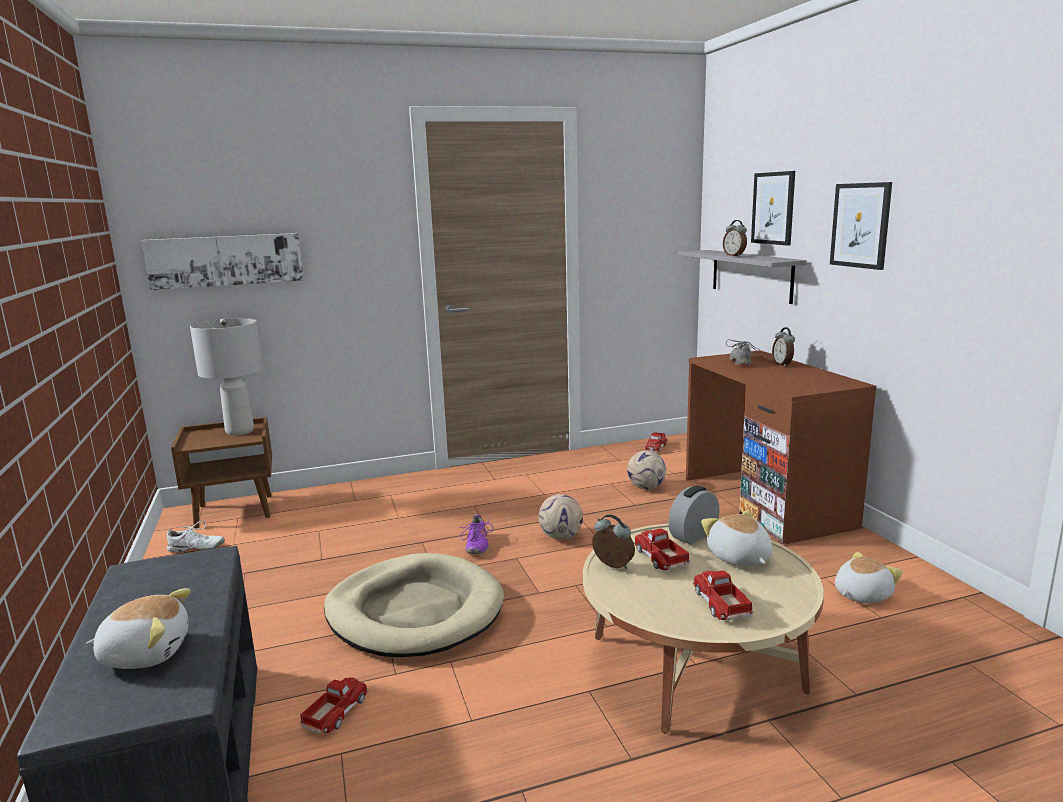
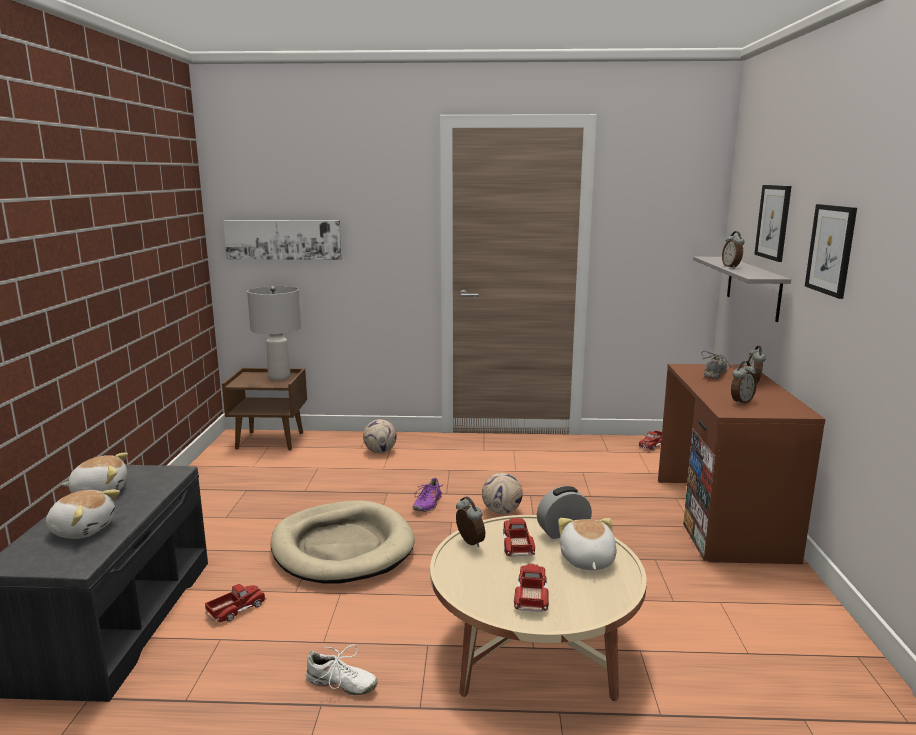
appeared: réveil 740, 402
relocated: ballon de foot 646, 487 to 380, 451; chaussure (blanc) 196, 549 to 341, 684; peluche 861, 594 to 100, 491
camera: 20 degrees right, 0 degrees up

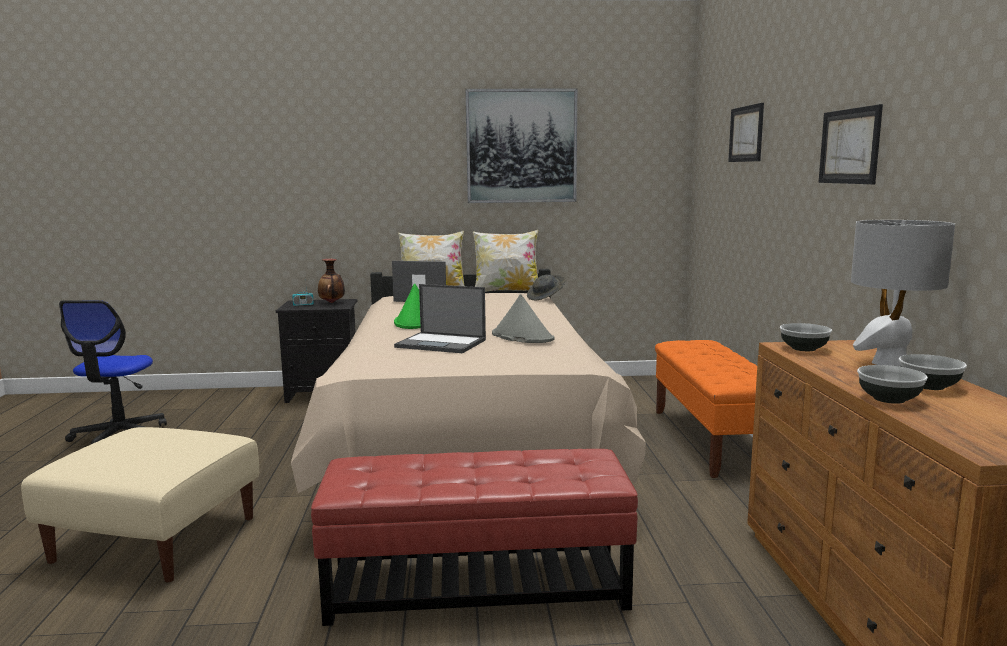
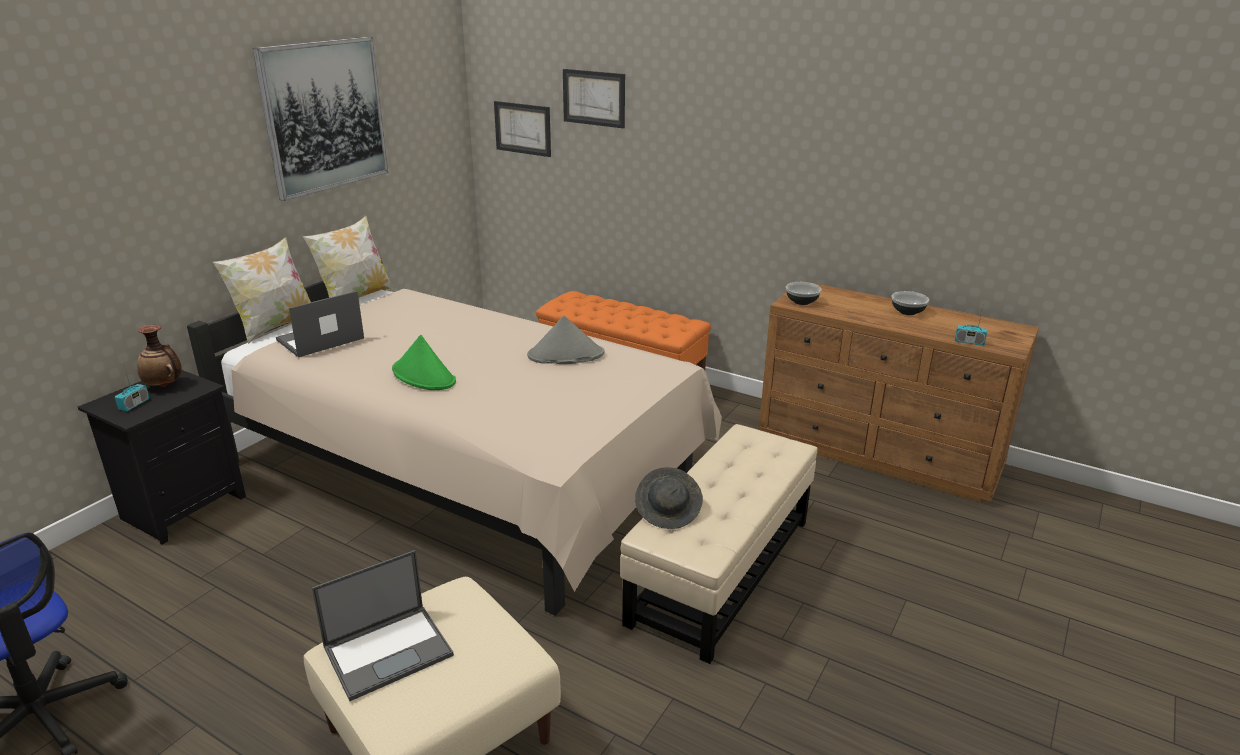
missing: lampe de table (gris) 889, 363; bol 888, 399
appeared: radio 969, 342
relocated: tableau 850, 146 to 523, 128; chapeau (gris) 546, 298 to 668, 511; ordinateur portable 442, 343 to 389, 650
colour: pouf (rouge) 477, 585 to pouf (beige) 720, 570
camera: 55 degrees left, 15 degrees up

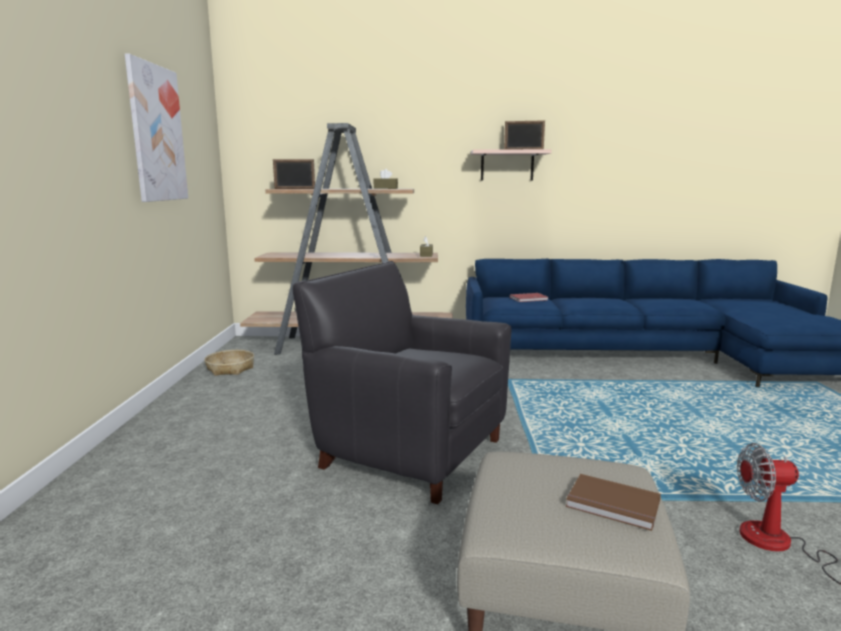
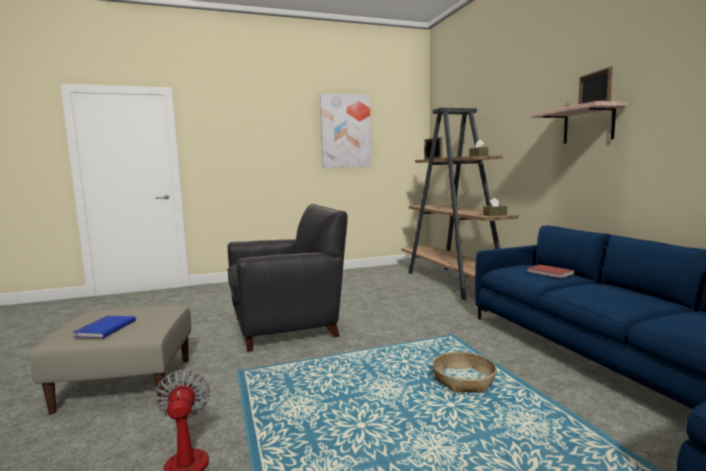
relocated: panier 230, 369 to 463, 380
colour: livre (marron) 613, 505 to livre (bleu) 104, 328
spun: fauteuil (noir) 409, 451 = 287, 326 60 degrees clockwise
camera: 70 degrees right, 5 degrees down

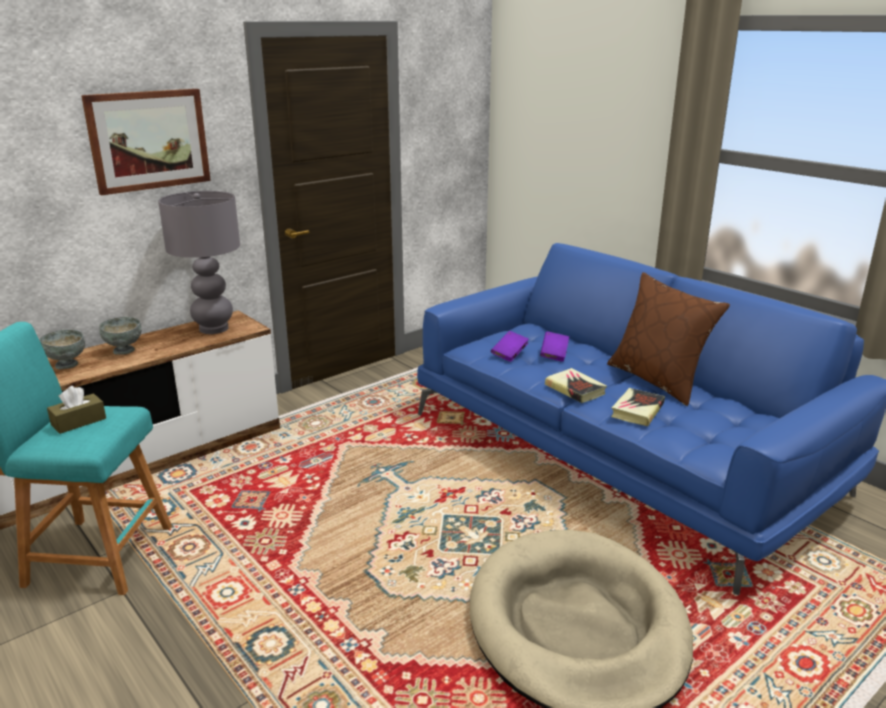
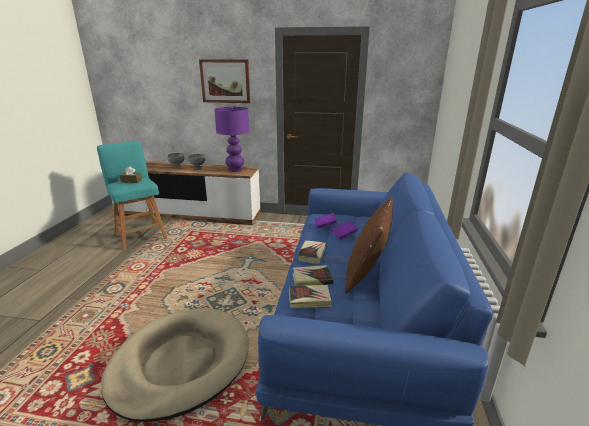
appeared: livre 309, 299
colour: lampe de table (gris) 214, 328 to lampe de table (violet) 235, 170
camera: 50 degrees right, 0 degrees up

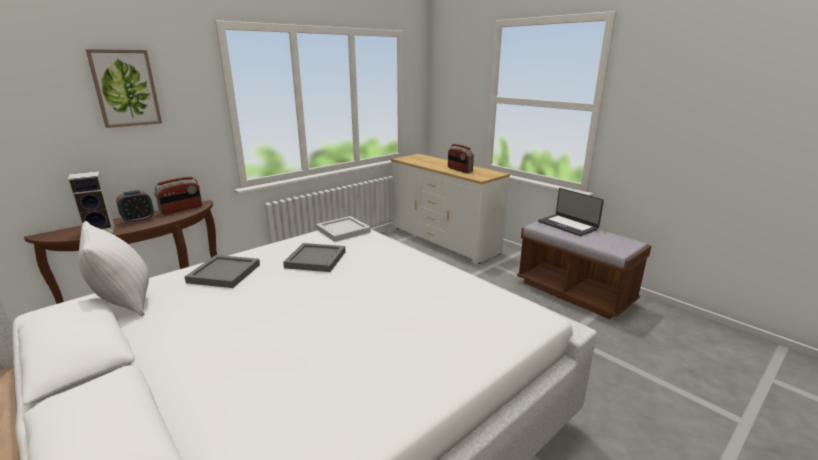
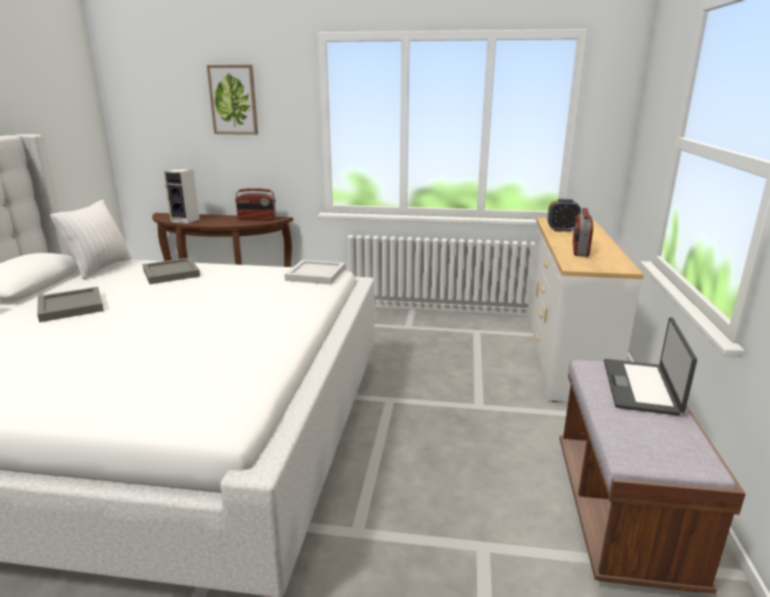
relocated: réveil 138, 220 to 562, 230; plateau (gris) 315, 259 to 72, 306
camera: 50 degrees right, 0 degrees up

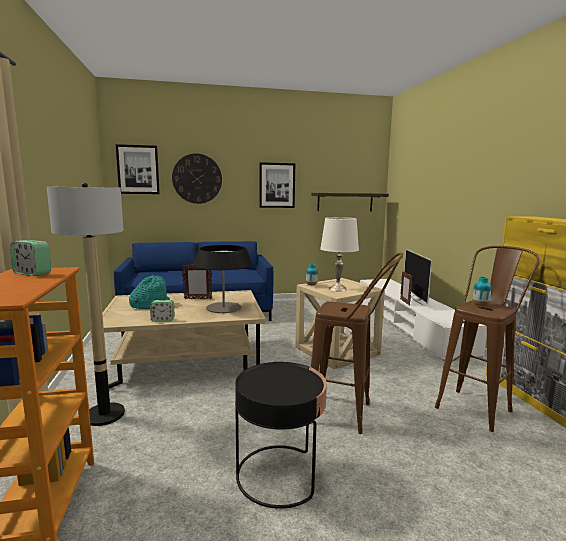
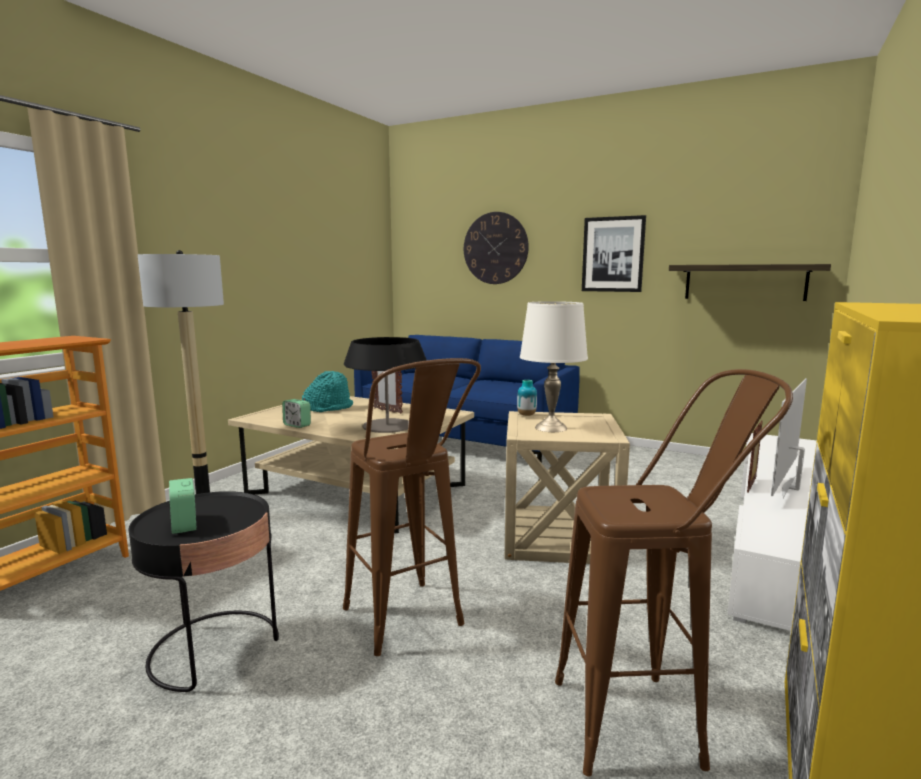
missing: tableau 138, 169; vase 480, 305
relocated: réveil 32, 273 to 184, 525
camera: 40 degrees right, 0 degrees up

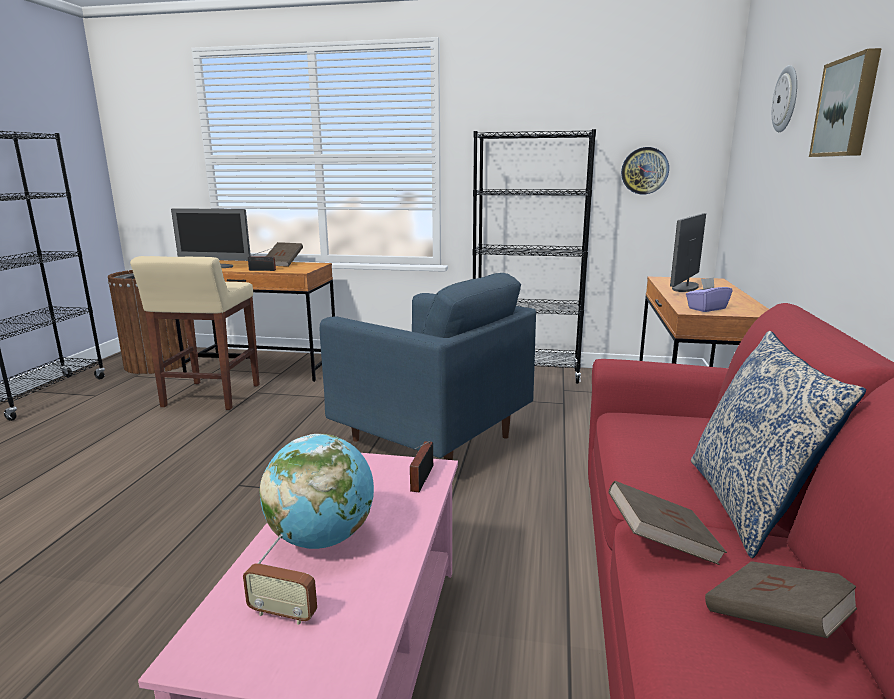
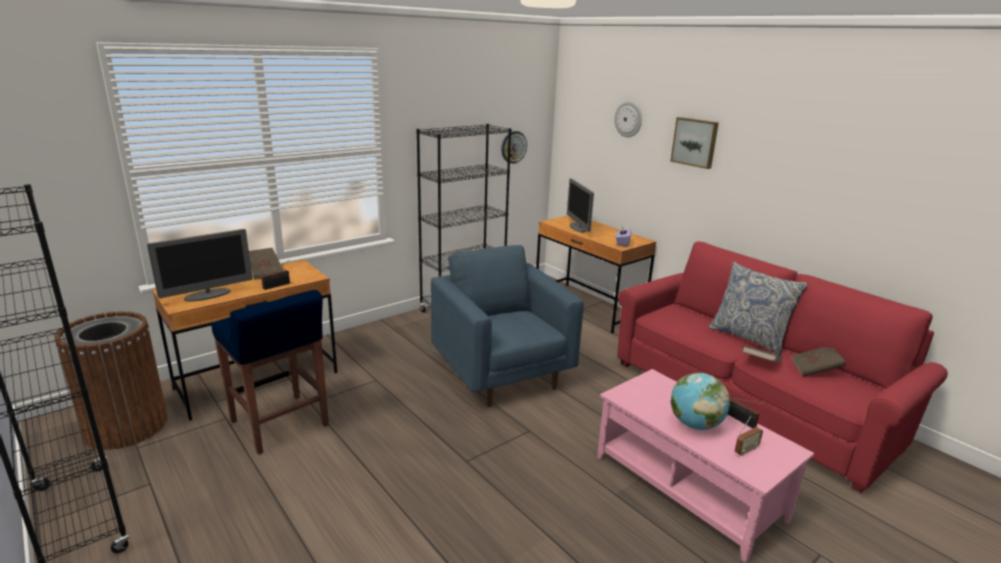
relocated: radio 420, 480 to 741, 420
colour: tabouret (beige) 211, 396 to tabouret (bleu) 280, 424
spun: fauteuil (bleu) 430, 439 = 502, 375 105 degrees counterclockwise
camera: 50 degrees left, 5 degrees up

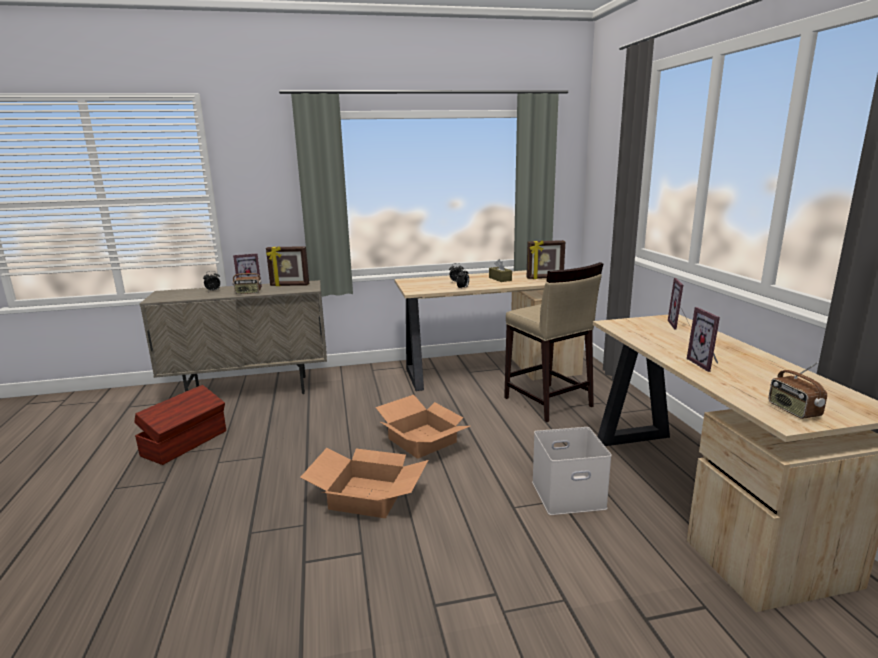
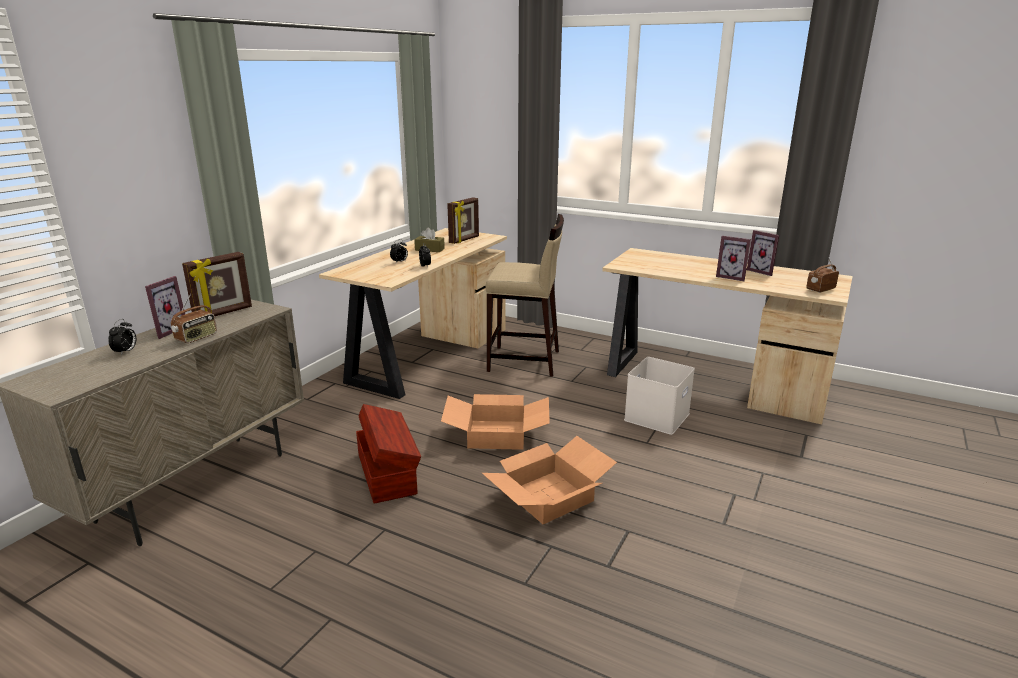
relocated: cadre photo 680, 325 to 762, 271; boîte de rangement (marron) 186, 443 to 388, 472
spun: radio 793, 410 = 820, 289 120 degrees clockwise
camera: 50 degrees left, 5 degrees up

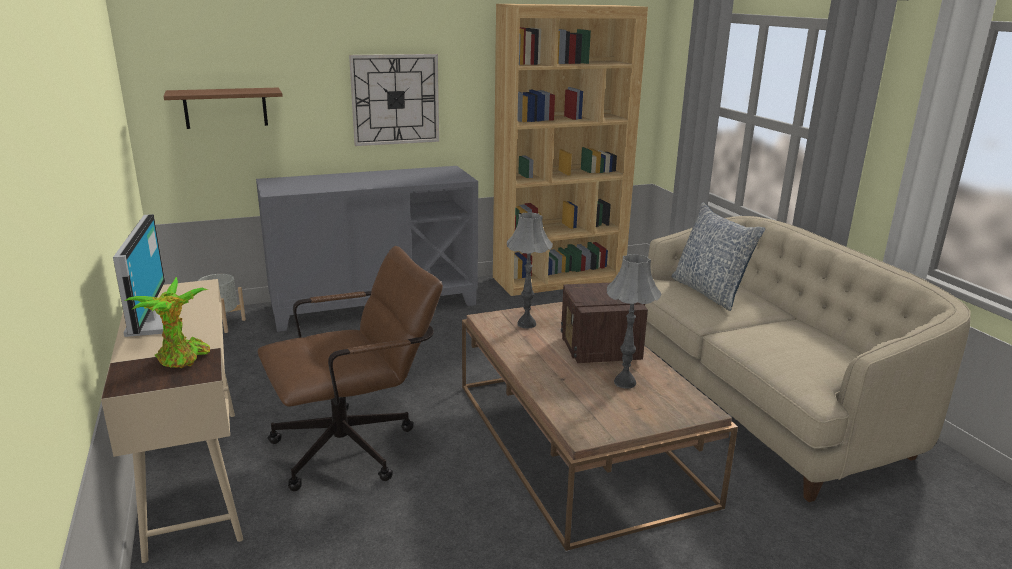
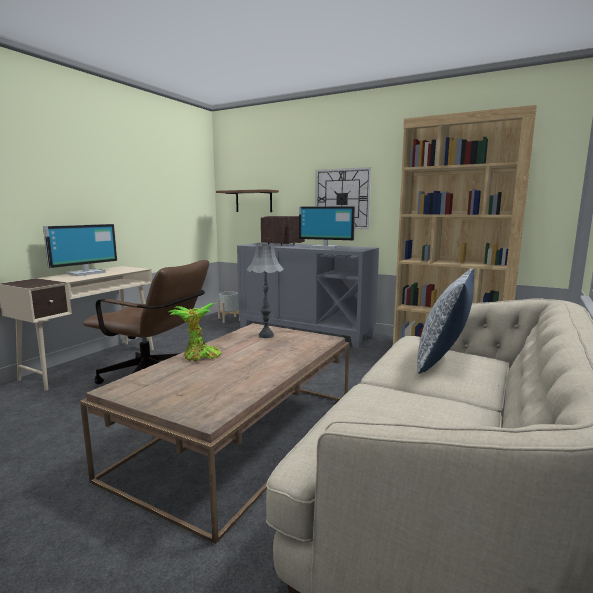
missing: lampe de table (gris) 624, 382
appeared: écran d'ordinateur 326, 247
relocated: plante en pot 181, 359 to 199, 357; radio 599, 350 to 282, 244
camera: 50 degrees right, 10 degrees down

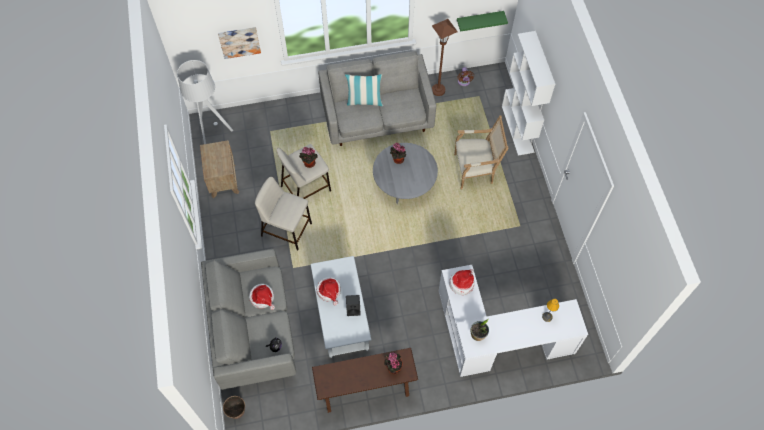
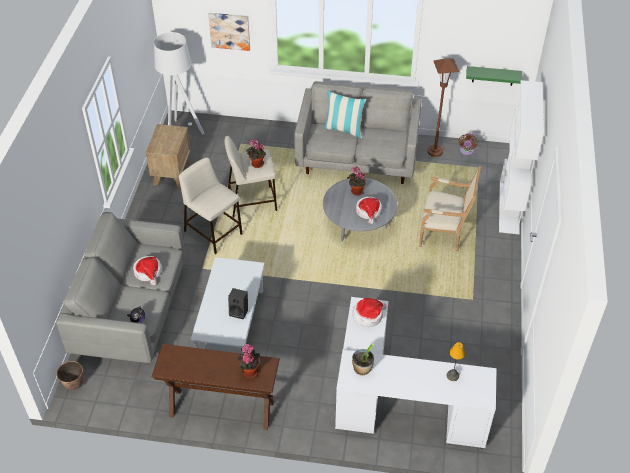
relocated: chapeau 329, 291 to 369, 212
camera: 20 degrees right, 15 degrees down

